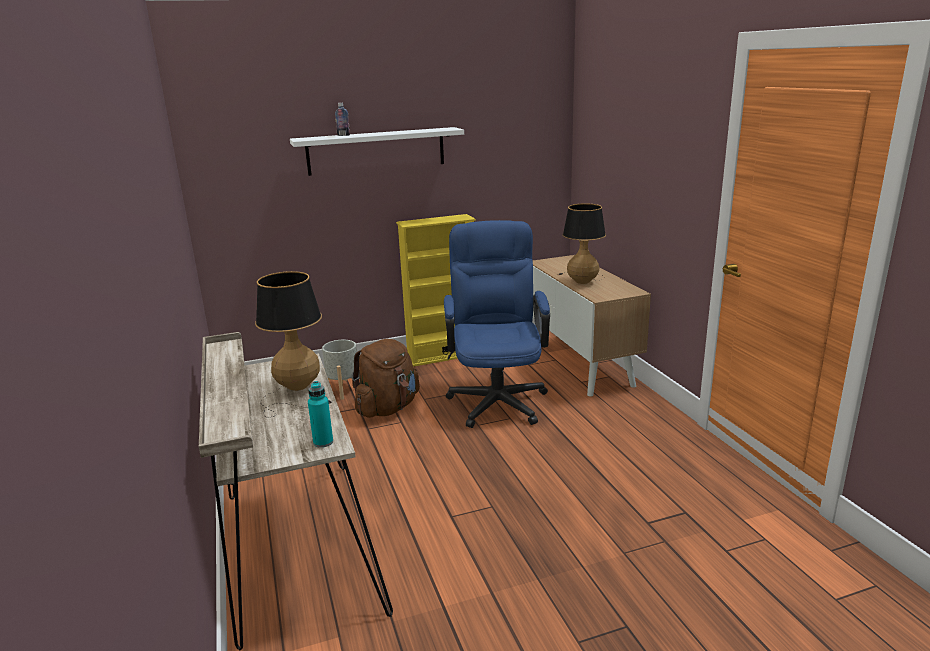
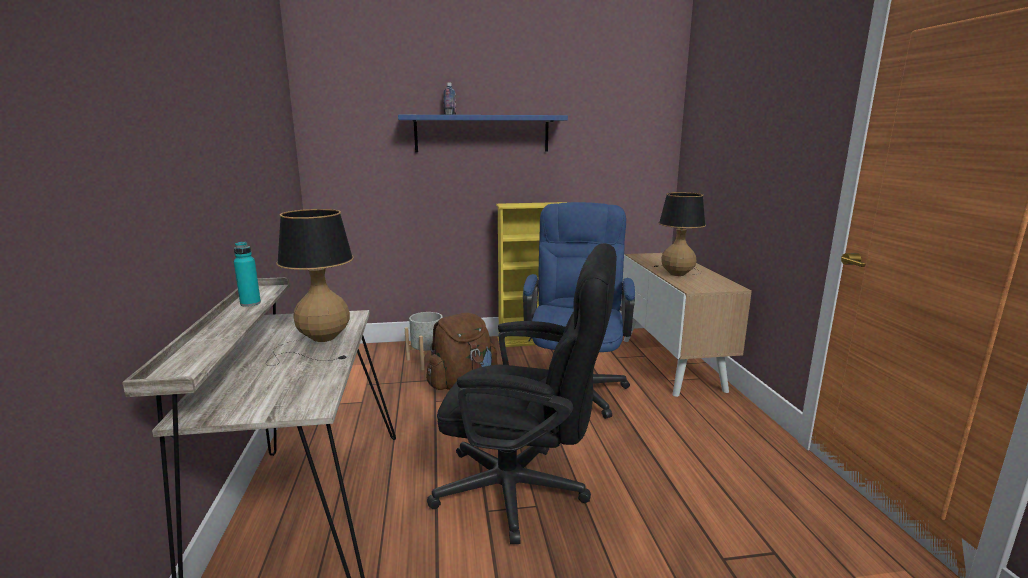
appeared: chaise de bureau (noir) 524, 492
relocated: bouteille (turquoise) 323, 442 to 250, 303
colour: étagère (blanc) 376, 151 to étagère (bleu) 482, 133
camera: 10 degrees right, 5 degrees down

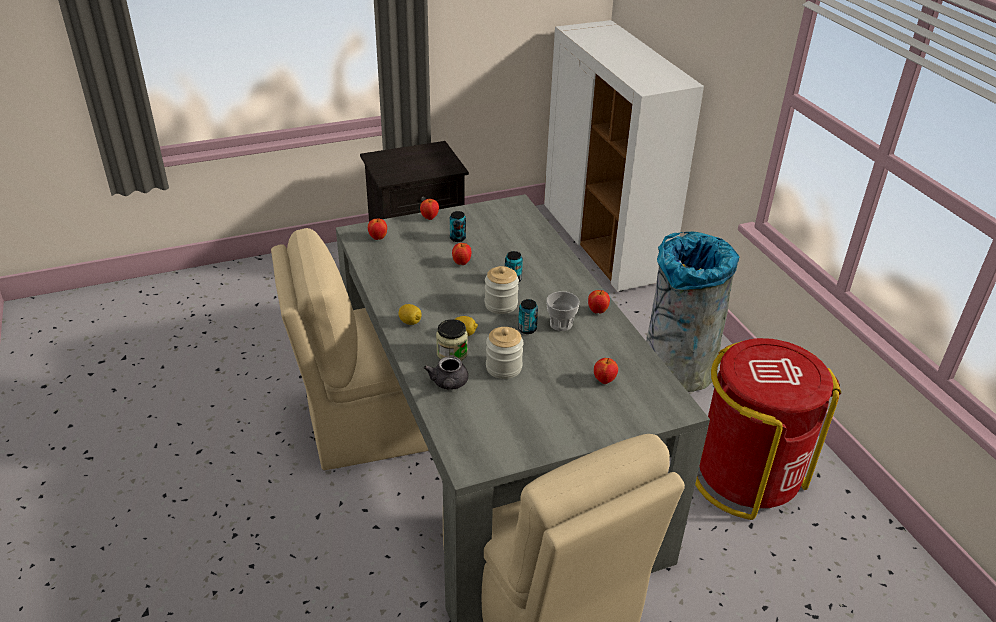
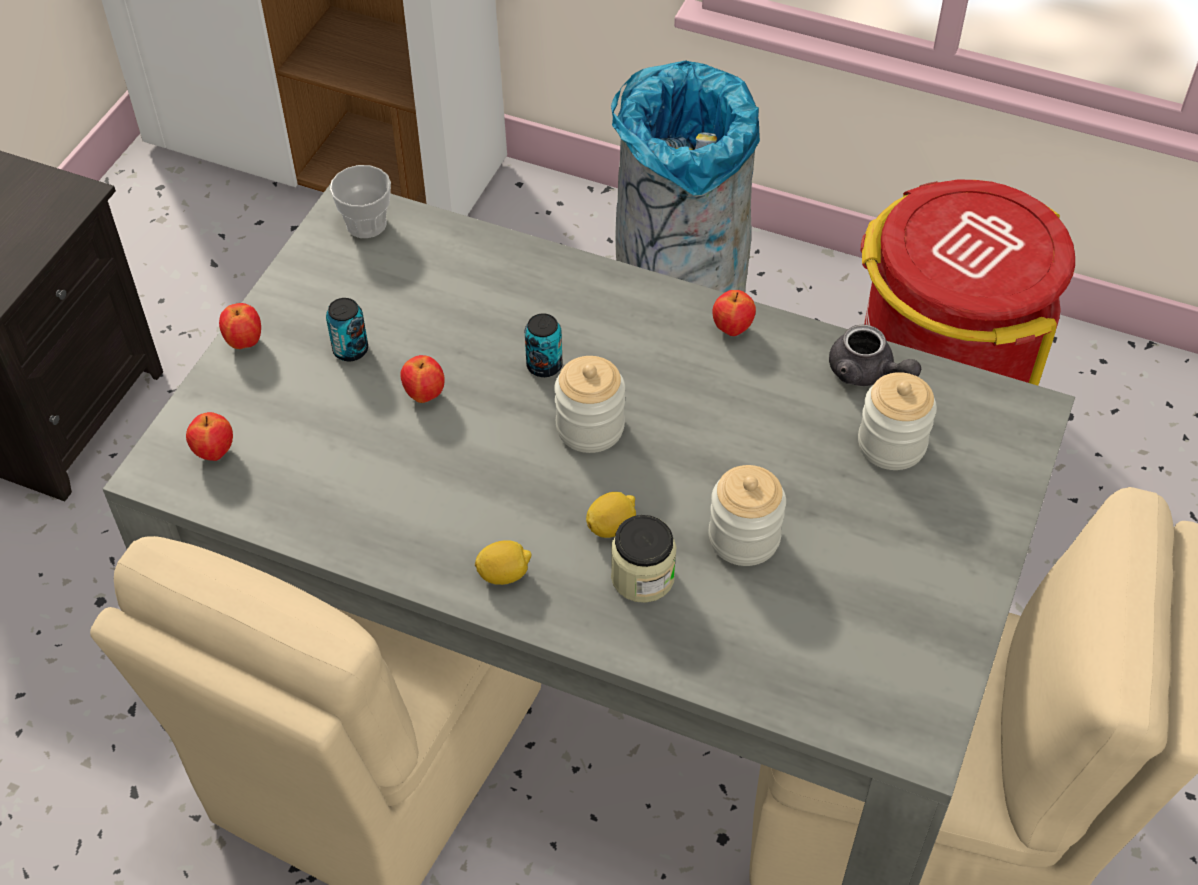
missing: boîte métallique 527, 329
relocated: tasse 561, 324 to 366, 224; théière (gris) 448, 384 to 867, 373
exchanged: pomme 604, 380 to bocal 891, 444
camera: 45 degrees left, 15 degrees up

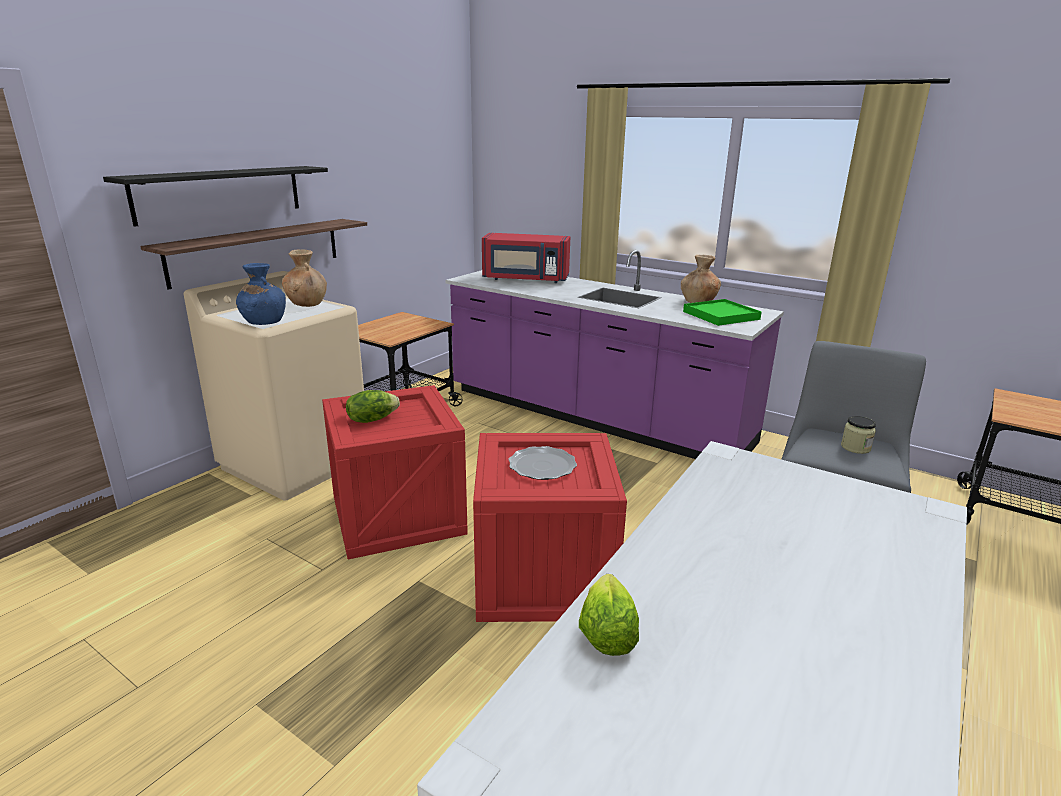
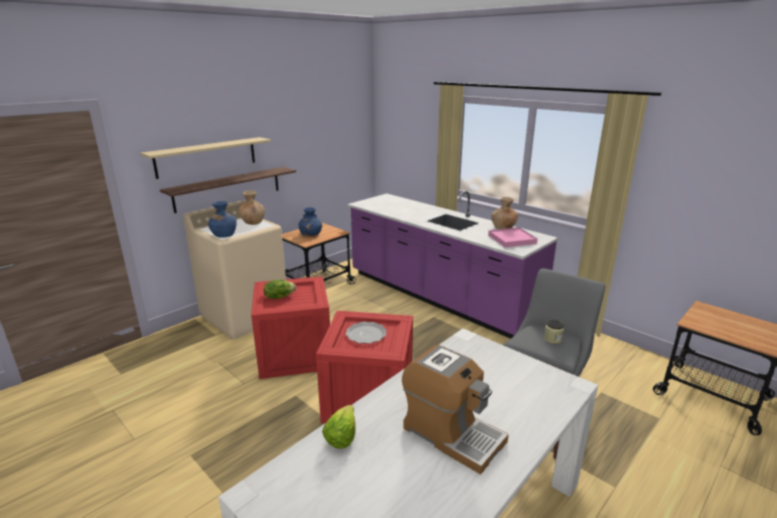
missing: micro-ondes (rouge) 525, 279
appeared: vase (bleu) 311, 234; machine à café 452, 434
colour: étagère (noir) 220, 193 to étagère (beige) 206, 157; plateau (vert) 721, 315 to plateau (rose) 512, 239
camera: 10 degrees right, 0 degrees up

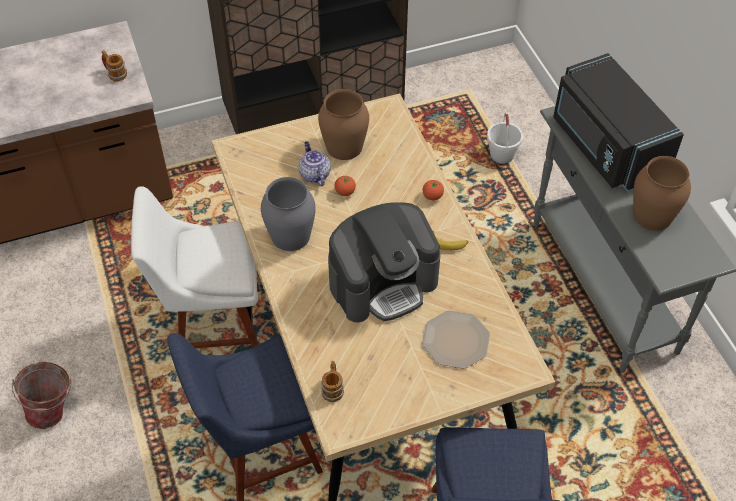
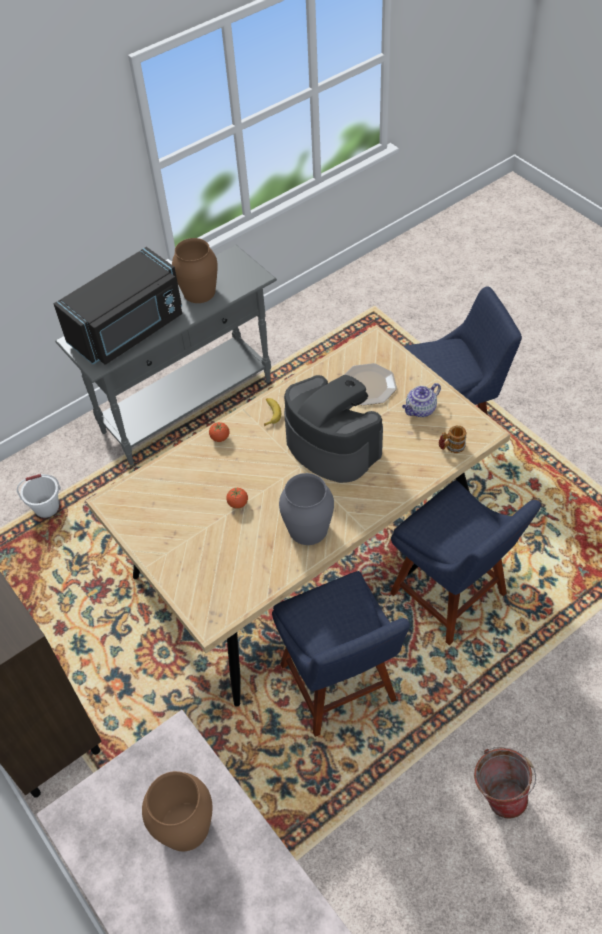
missing: mug 115, 73
relocated: vase (marron) 344, 146 to 185, 826; théière 314, 174 to 420, 410
colour: chaise (blanc) 213, 325 to chaise (bleu) 340, 688
camera: 105 degrees left, 0 degrees up

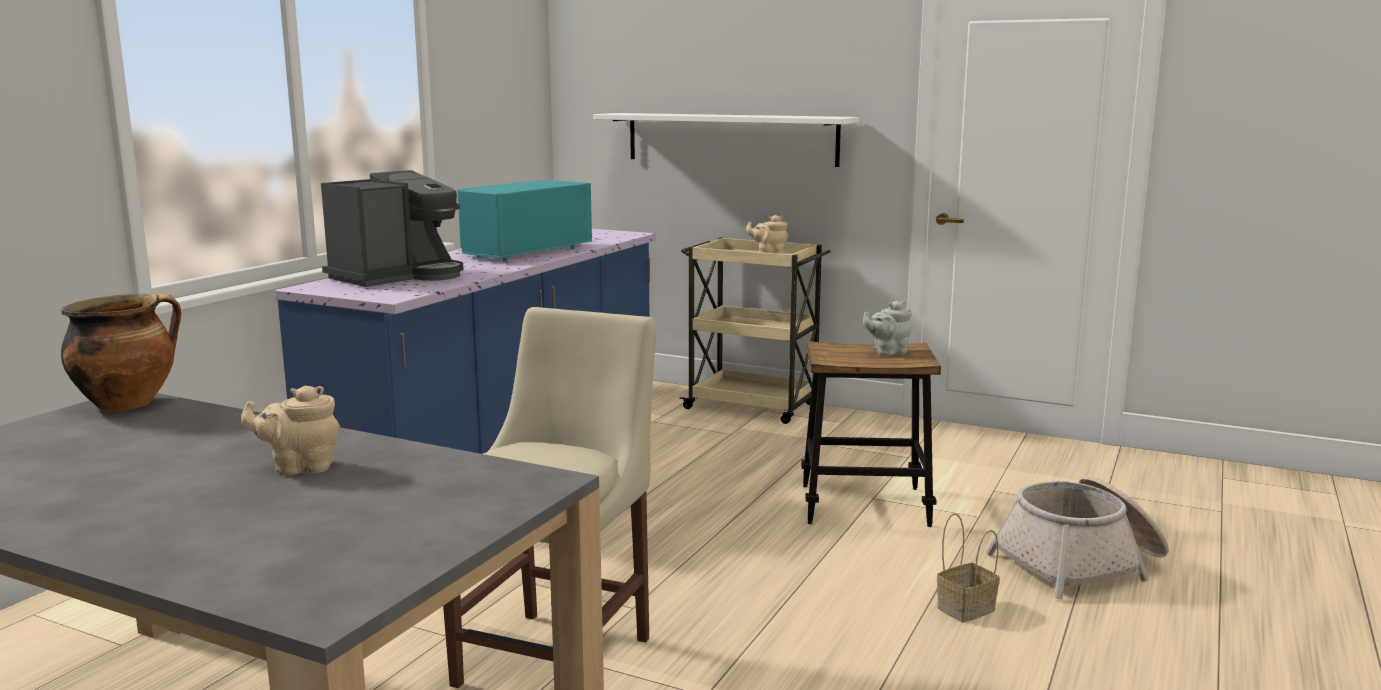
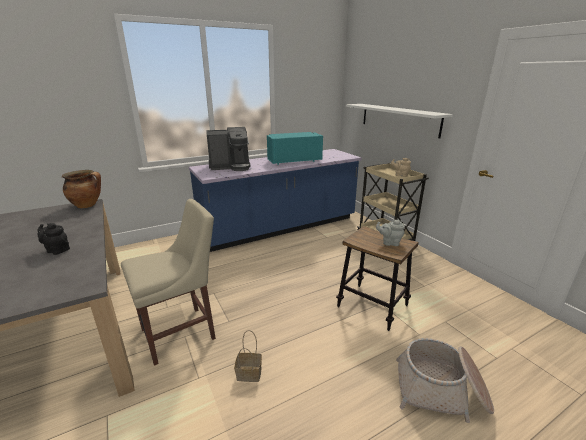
relocated: panier 966, 608 to 250, 373
colour: théière (beige) 300, 467 to théière (noir) 57, 250
camera: 35 degrees right, 10 degrees up

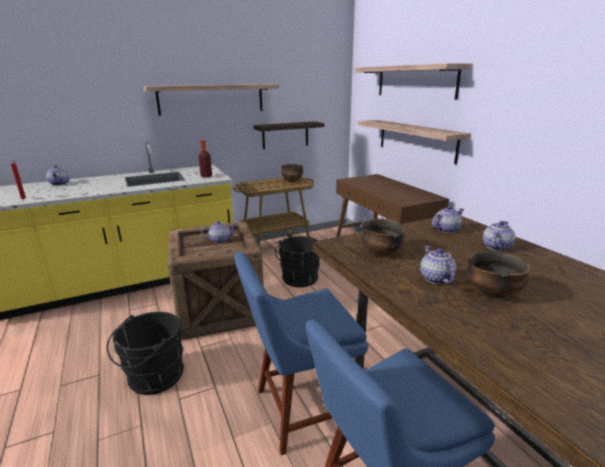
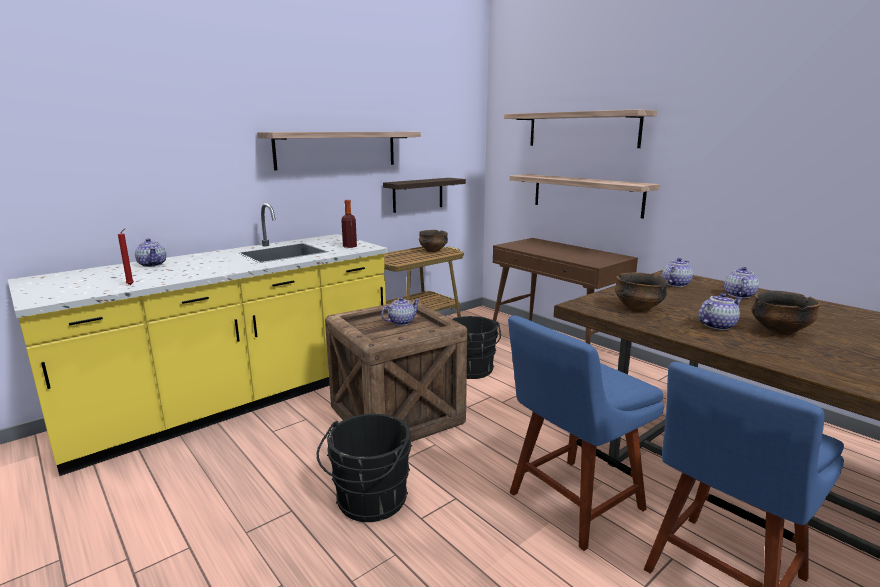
spun: théière 435, 278 = 716, 325 90 degrees clockwise
camera: 15 degrees left, 5 degrees down

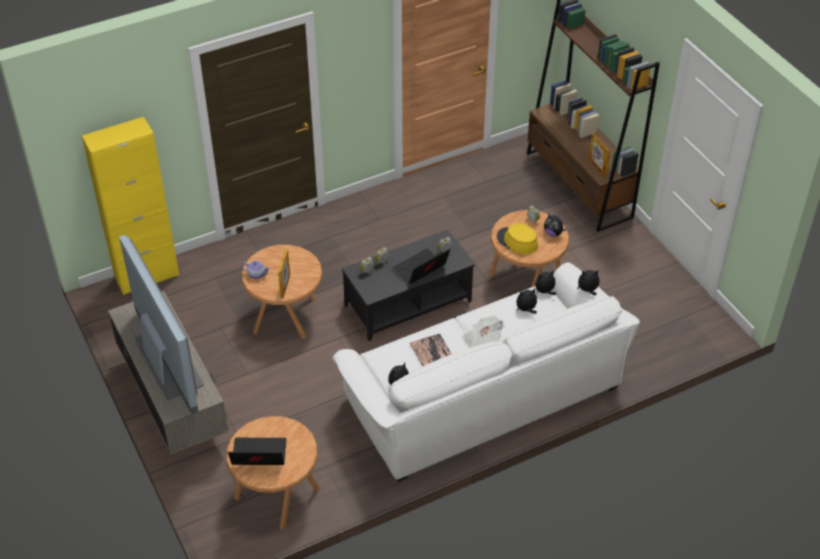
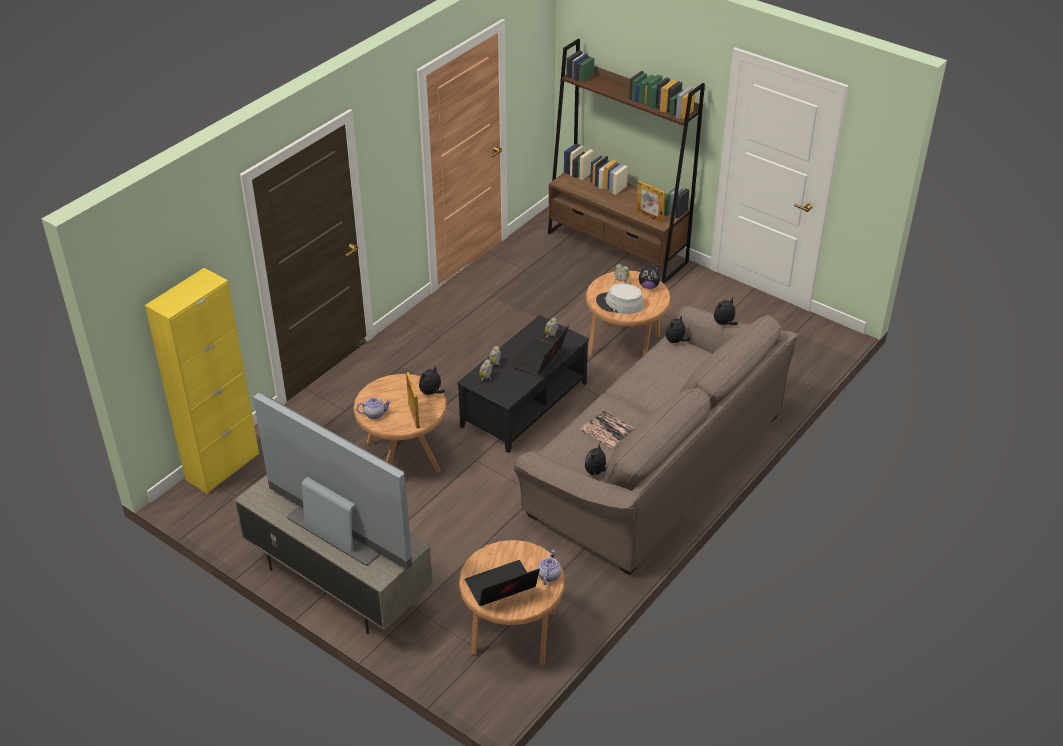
missing: journal 482, 340
appeared: théière 548, 575
relocated: peluche 526, 309 to 431, 393
colour: chapeau (jaune) 517, 241 to chapeau (gris) 619, 303; canapé (blanc) 481, 393 to canapé (marron) 654, 464
camera: 25 degrees left, 5 degrees down

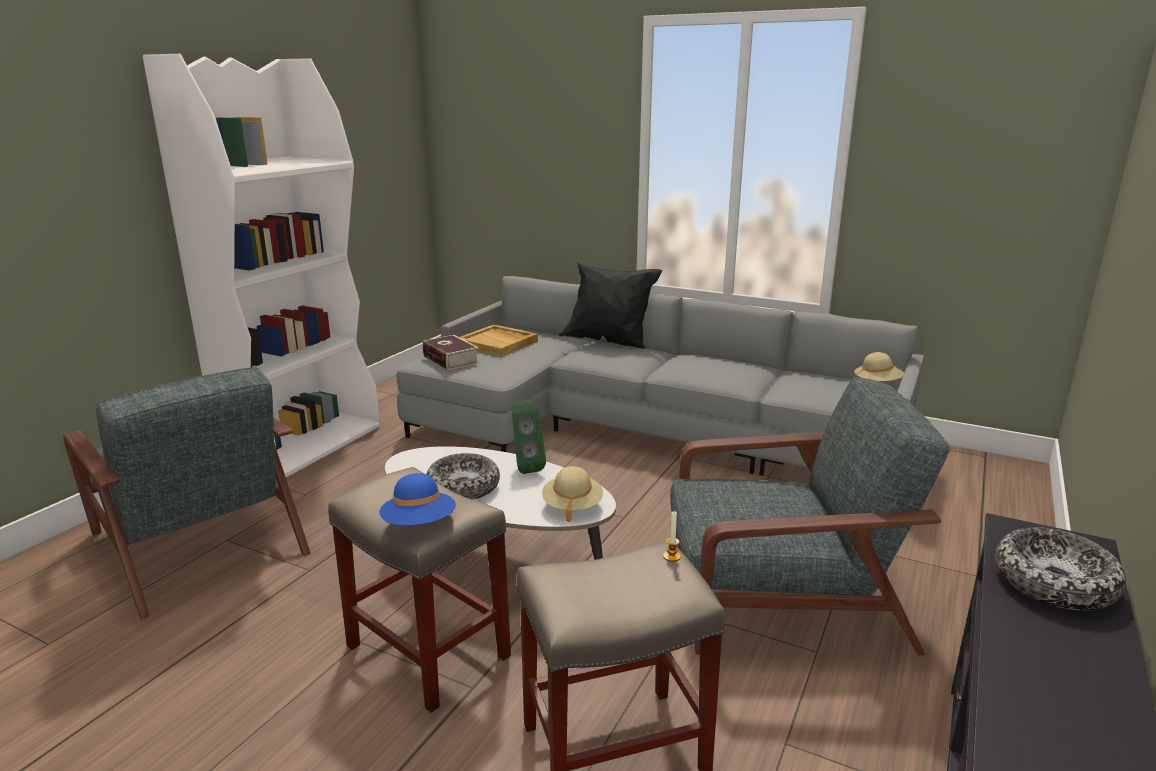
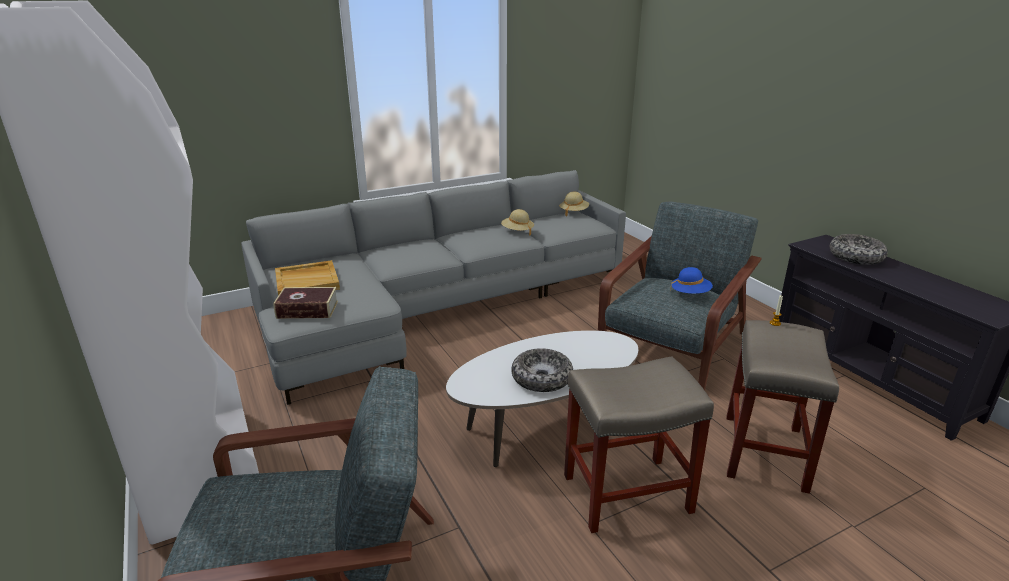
missing: coussin (noir) 609, 343; enceinte (vert) 525, 466
relocated: chapeau (beige) 572, 506 to 517, 231; chapeau (bleu) 419, 524 to 690, 294
camera: 55 degrees left, 5 degrees up

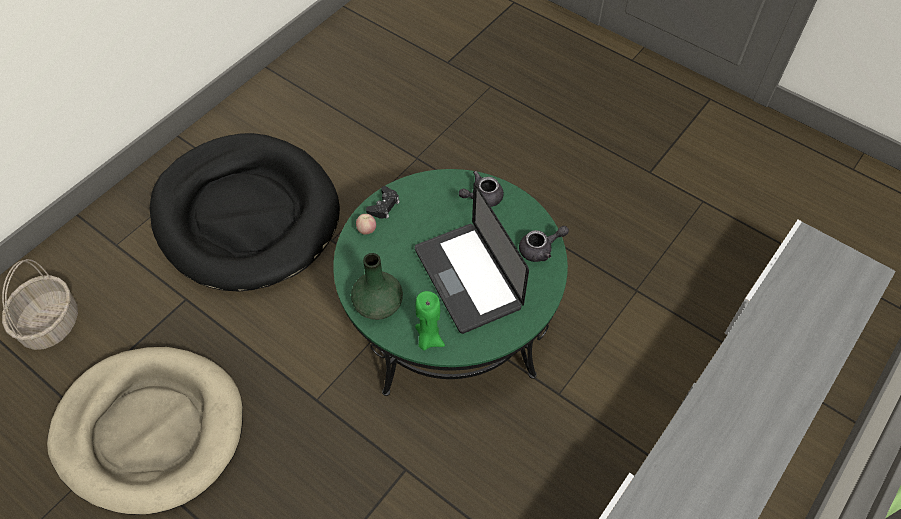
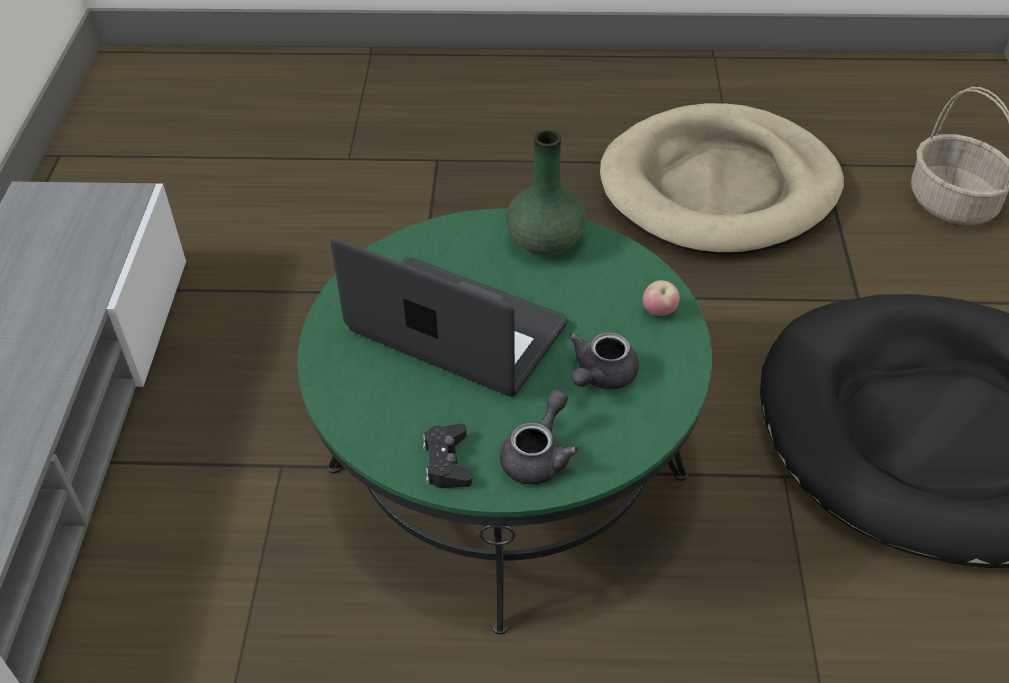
missing: bougie (vert) 428, 339
relocated: manette (noir) 384, 206 to 447, 462; théière (gris) 540, 249 to 600, 376
camera: 145 degrees right, 10 degrees down

